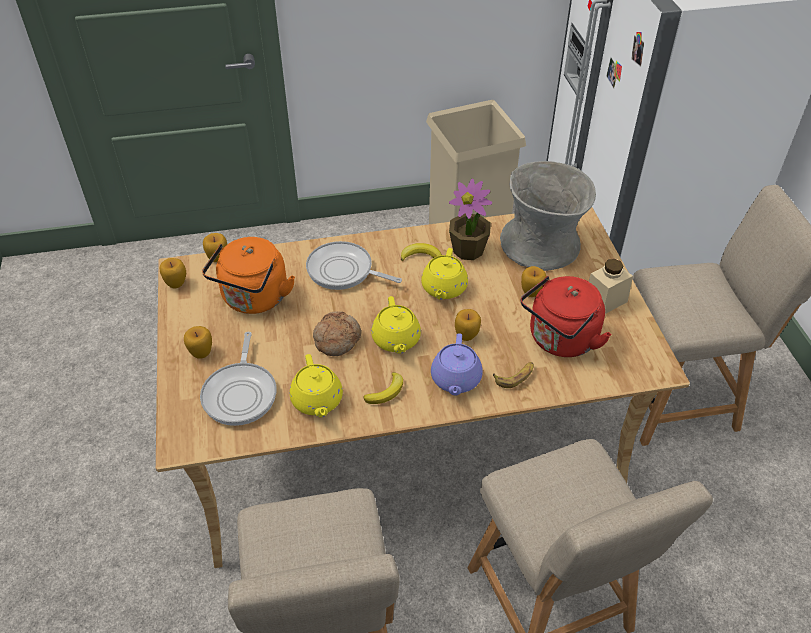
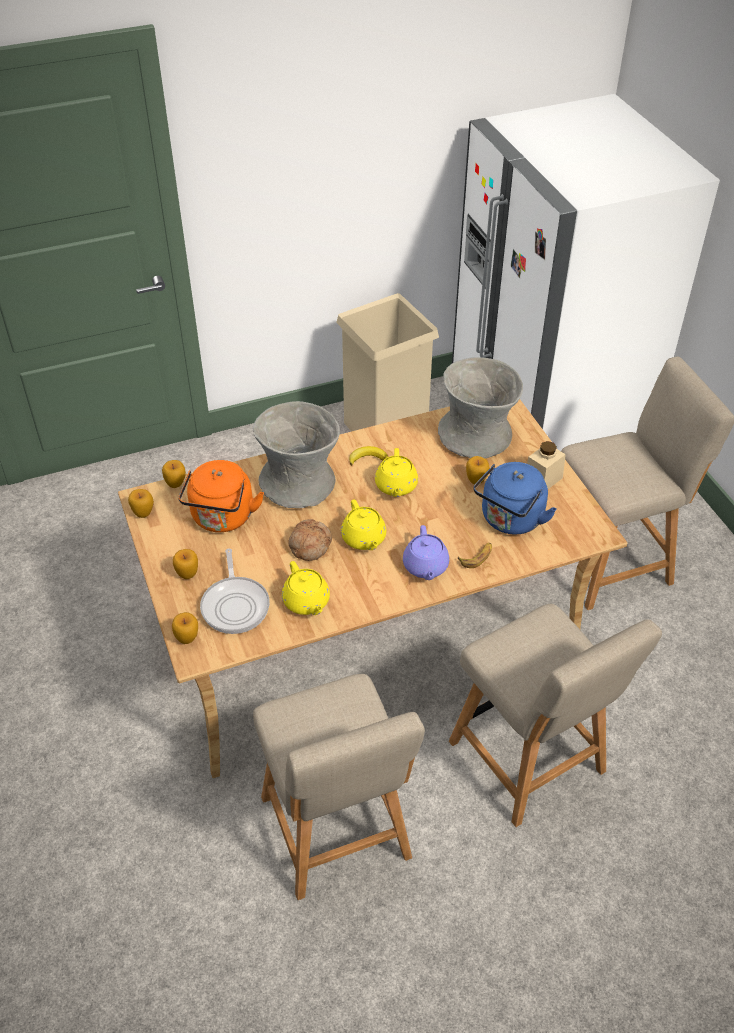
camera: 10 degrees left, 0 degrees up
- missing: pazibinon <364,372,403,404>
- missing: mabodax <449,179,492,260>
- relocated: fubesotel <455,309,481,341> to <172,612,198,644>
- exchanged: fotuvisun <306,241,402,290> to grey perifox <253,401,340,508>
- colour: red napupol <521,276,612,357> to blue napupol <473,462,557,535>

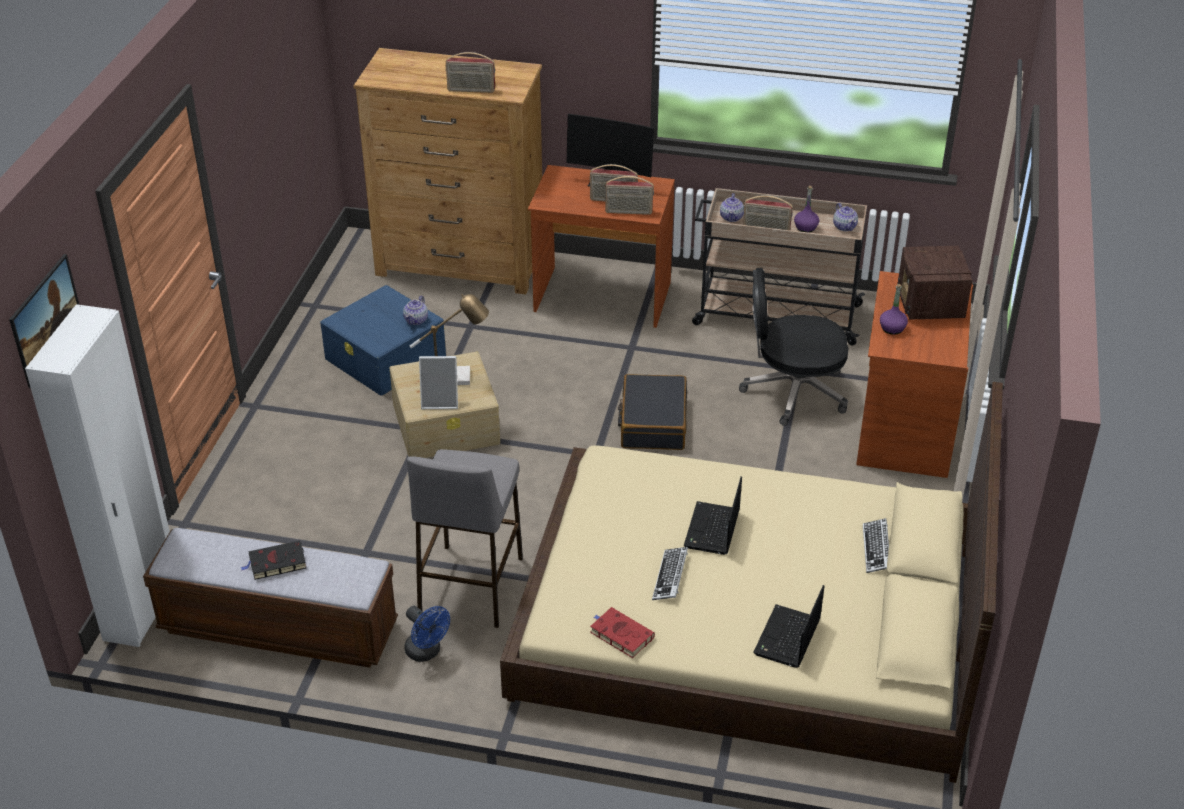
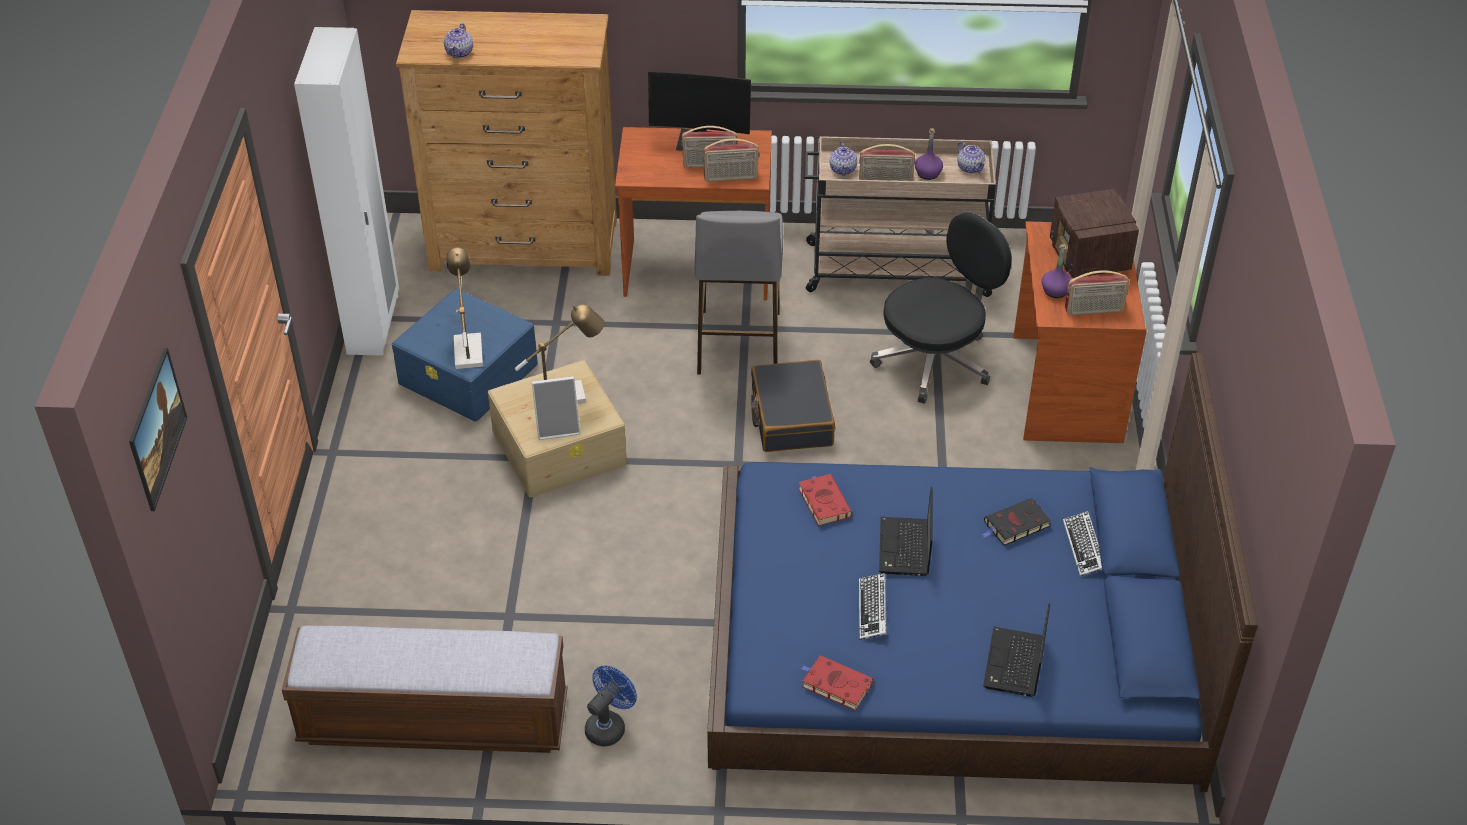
camera: 10 degrees left, 5 degrees up
- appeared: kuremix <446,247,483,369>
- appeared: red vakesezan <798,474,852,526>
- relocated: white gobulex <25,304,170,647> to <294,27,399,356>
- relocated: black vakesezan <241,541,306,580> to <981,498,1051,546>
- relocated: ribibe <403,296,428,325> to <444,23,473,58>
- relocated: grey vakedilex <407,449,523,628> to <694,211,783,374>
- relocated: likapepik <446,52,495,93> to <1065,270,1129,315>
- colour: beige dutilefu <500,382,1003,783> to blue dutilefu <707,353,1258,792>
- spun: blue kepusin <404,606,450,662> = <585,666,637,747> 90 degrees counterclockwise
- spun: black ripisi <739,268,848,426> = <870,212,1012,404> 150 degrees clockwise

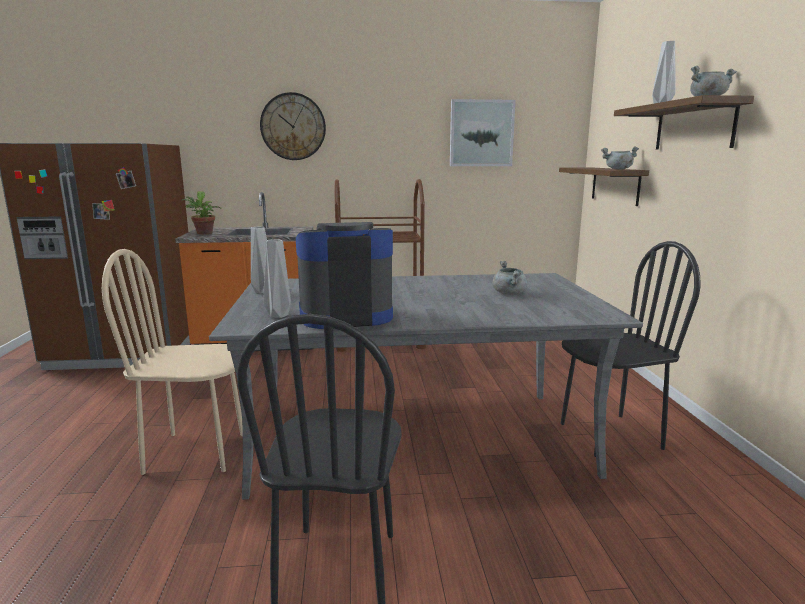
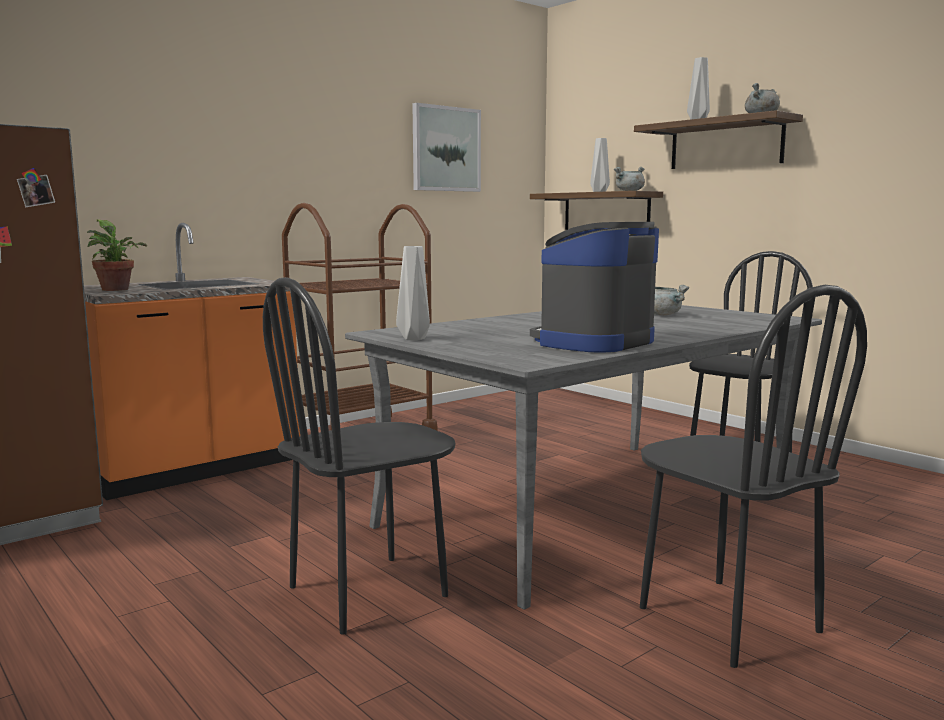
camera: 35 degrees left, 5 degrees down
- missing: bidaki <260,92,326,160>
- relocated: grey perifox <263,239,291,318> to <590,138,610,192>
- colour: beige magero <102,249,243,475> to black magero <263,277,456,635>

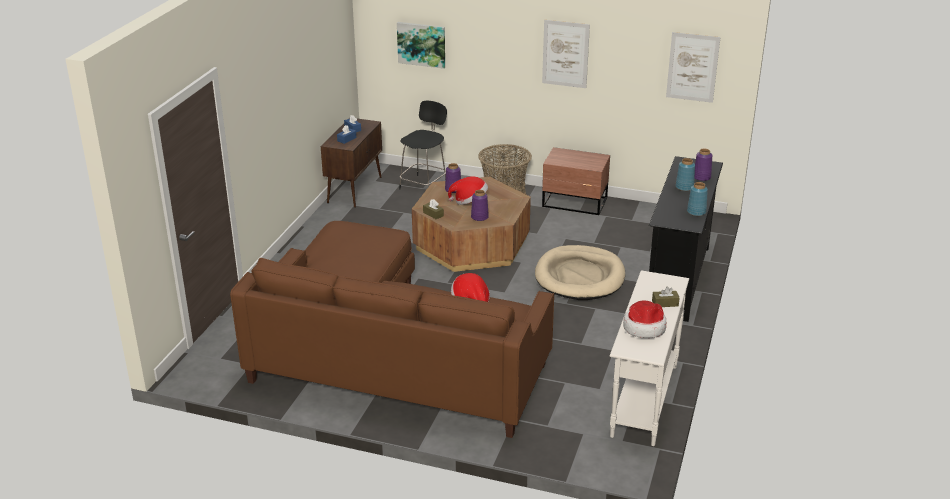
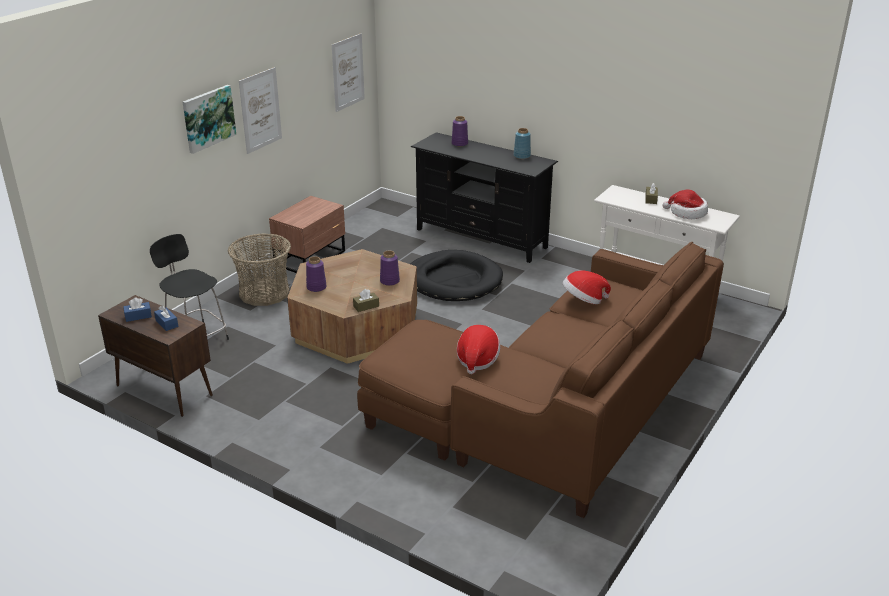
camera: 75 degrees left, 0 degrees up
- missing: blue perifox <675,158,695,191>
- relocated: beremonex <397,22,445,69> to <183,85,236,154>
- relocated: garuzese <448,176,488,205> to <457,325,500,374>
- colour: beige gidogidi <535,245,625,300> to black gidogidi <410,250,503,301>

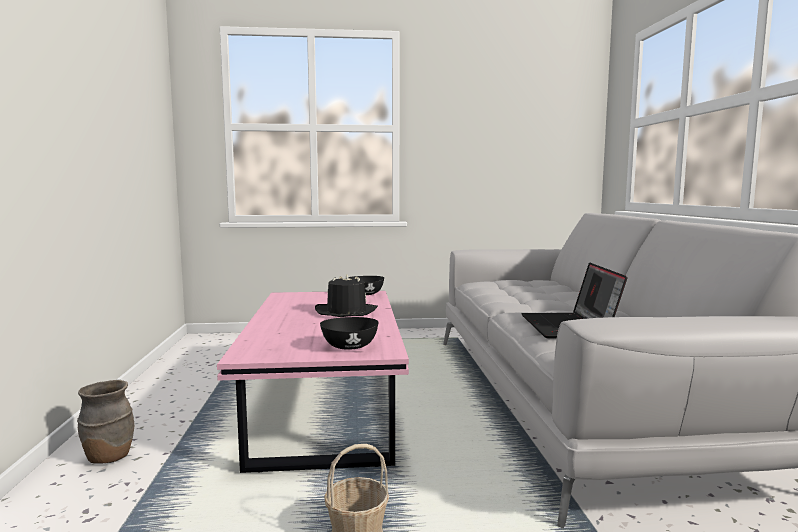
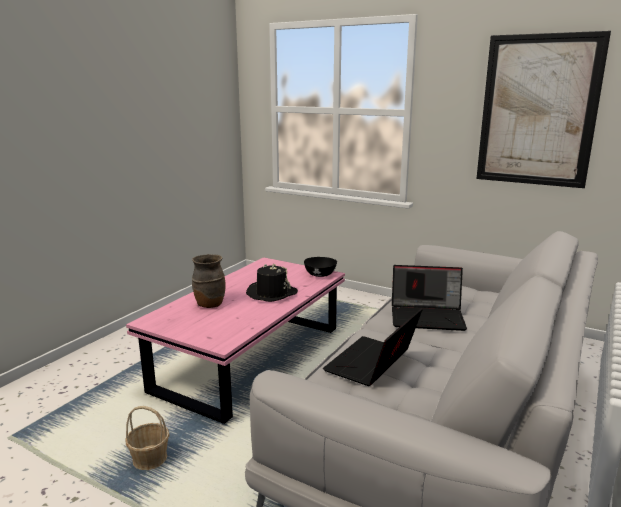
camera: 35 degrees right, 10 degrees up
- missing: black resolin <320,317,379,350>
- appeared: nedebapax <392,265,467,331>
- appeared: beremonex <476,31,611,188>
- relocated: brown perifox <77,380,134,464> to <192,254,226,308>

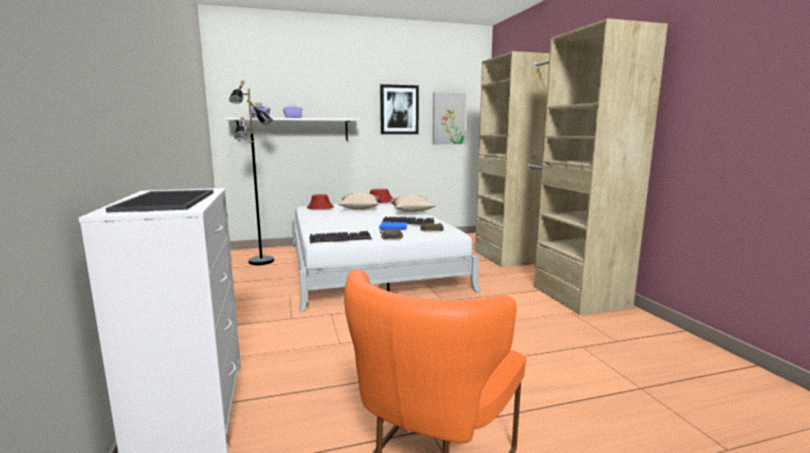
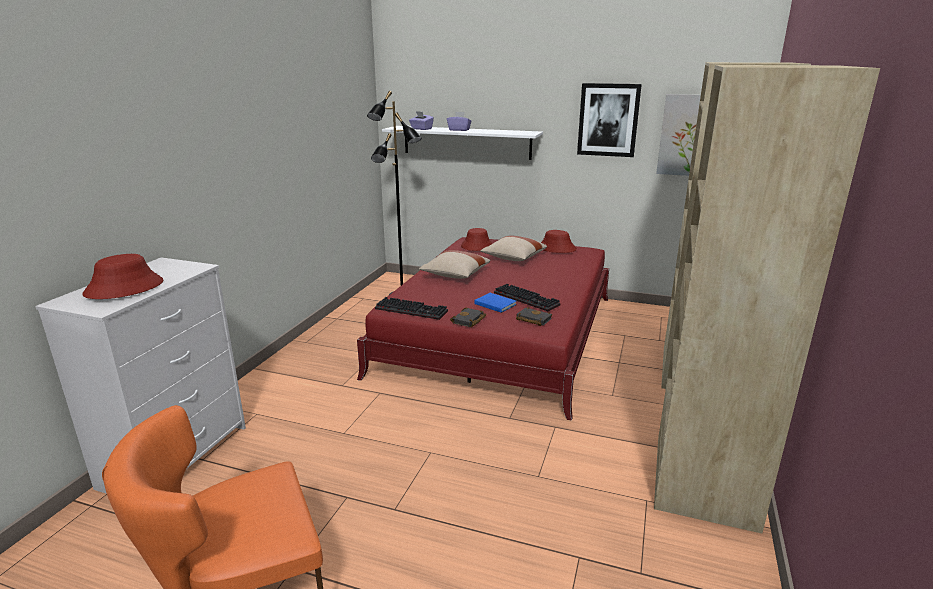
camera: 35 degrees right, 10 degrees up
- relocated: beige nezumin <390,195,435,212> to <419,250,490,279>
- exchanged: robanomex <106,190,213,213> to red garuzese <82,254,163,299>
- colour: white dutilefu <292,202,480,312> to red dutilefu <357,237,609,421>

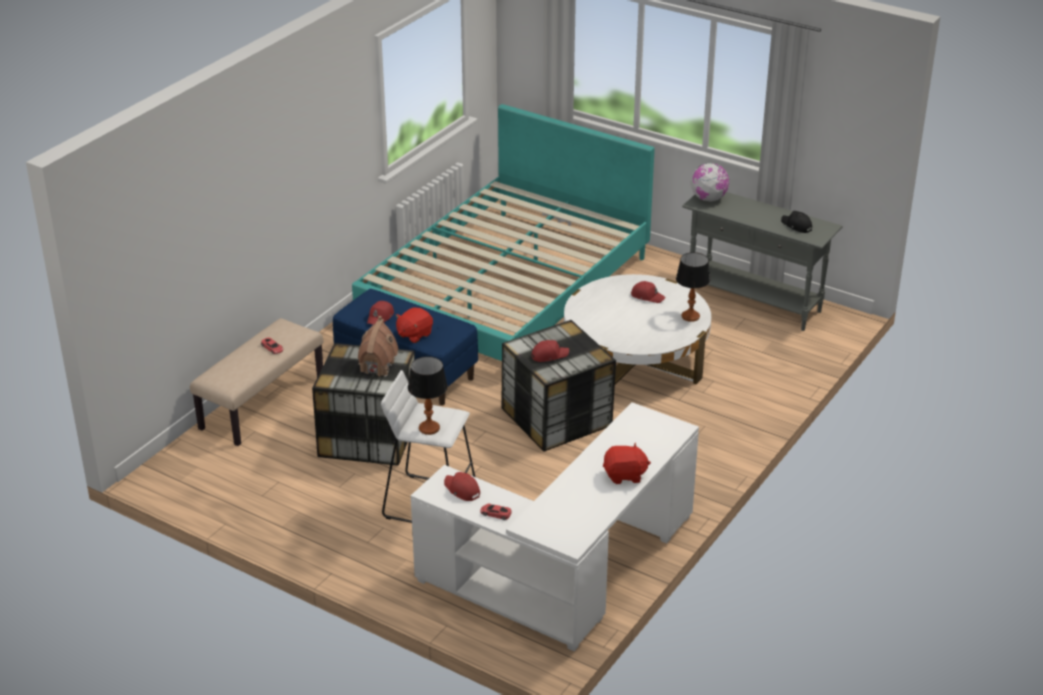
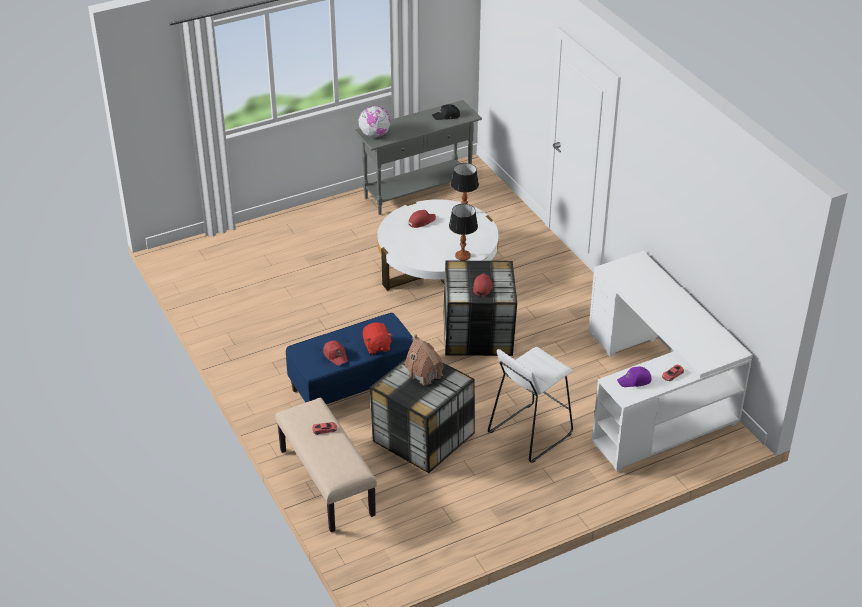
camera: 60 degrees left, 5 degrees up
- missing: turquoise dutilefu <352,104,655,361>
- missing: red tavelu <603,443,651,484>
- relocated: kuremix <408,356,448,435> to <449,204,478,261>
- colour: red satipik <444,472,480,501> to purple satipik <617,366,652,387>

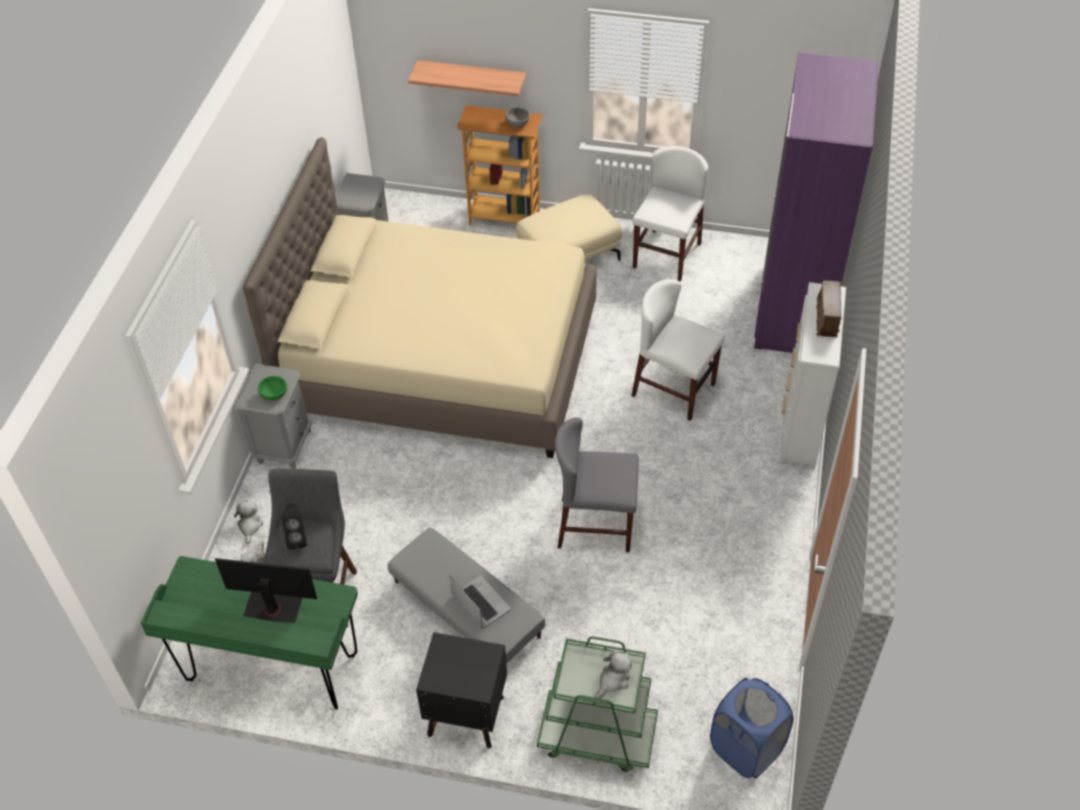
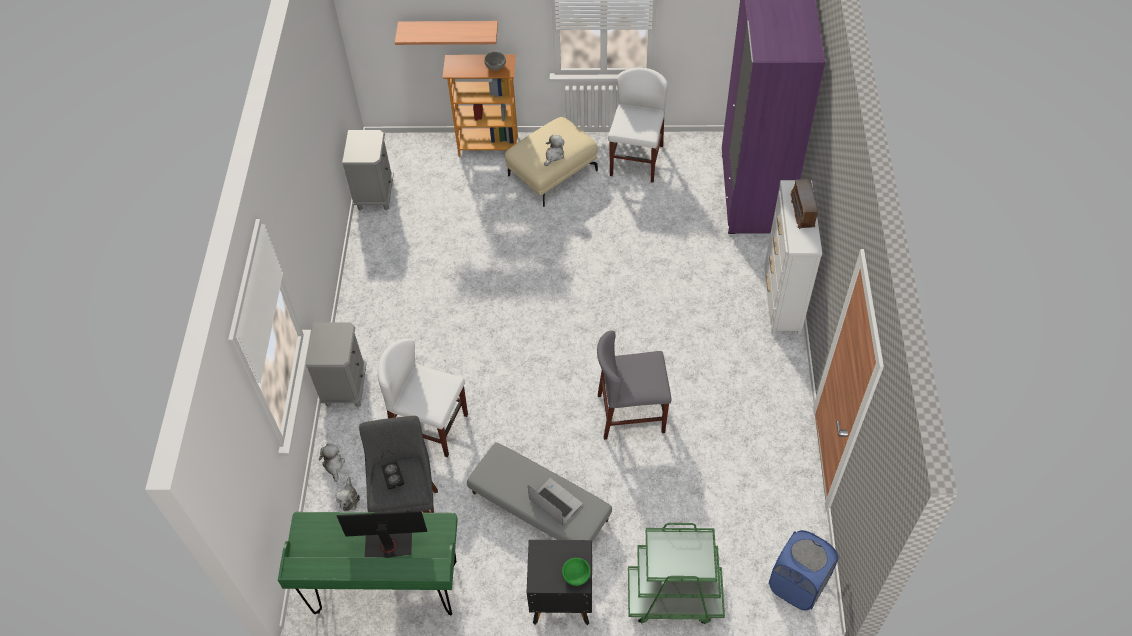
camera: 10 degrees left, 5 degrees up
- missing: beige dutilefu <243,137,597,458>
- relocated: green resolin <258,376,287,401> to <562,558,591,586>
- relocated: tavelu <594,650,632,699> to <544,135,564,166>
- relocated: white magero <631,279,725,421> to <378,338,468,457>

